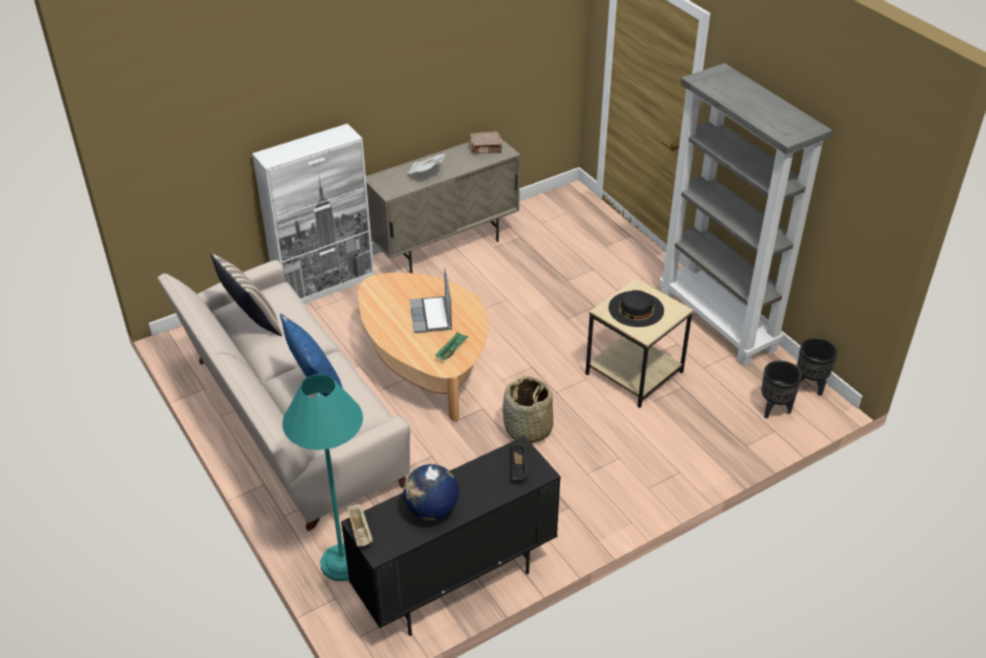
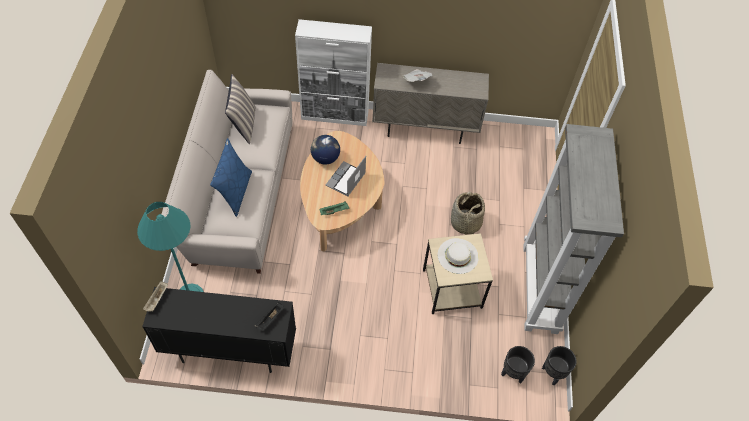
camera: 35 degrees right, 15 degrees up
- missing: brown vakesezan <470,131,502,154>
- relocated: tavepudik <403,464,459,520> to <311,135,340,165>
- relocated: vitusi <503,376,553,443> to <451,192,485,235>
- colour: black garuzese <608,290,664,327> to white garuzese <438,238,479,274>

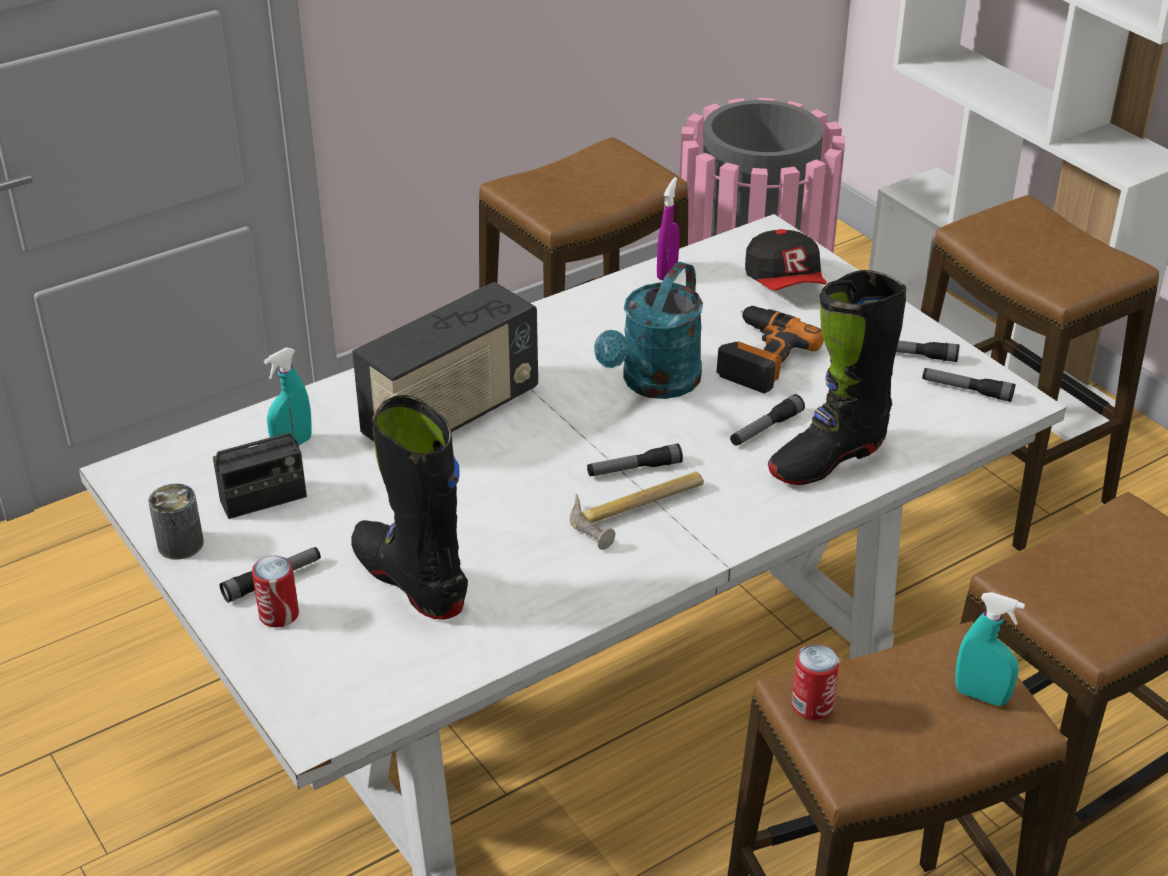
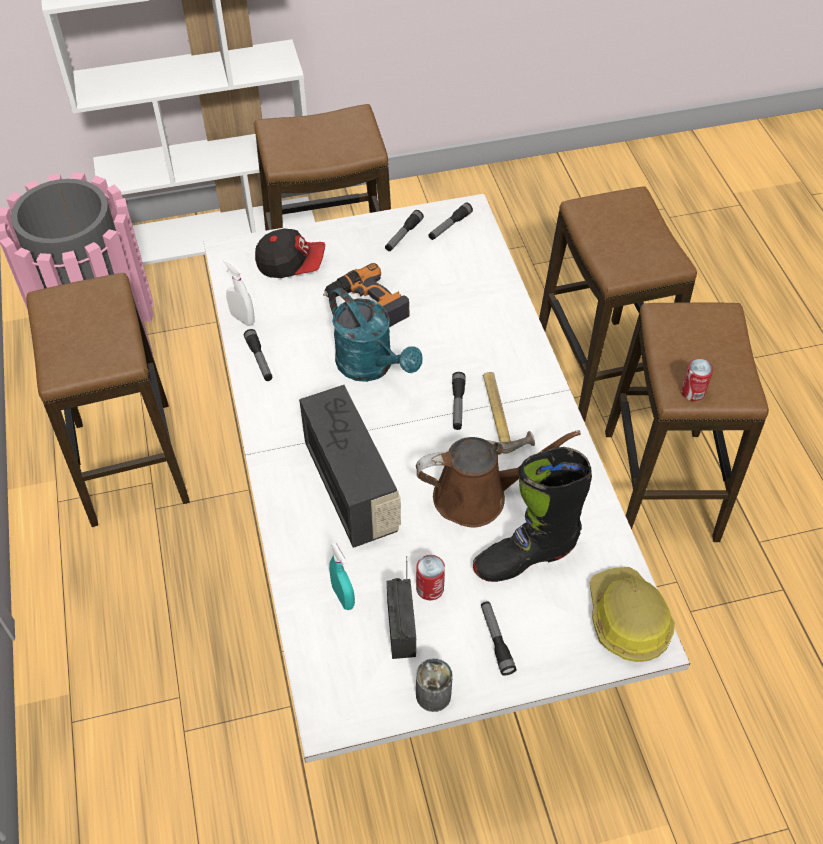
camera: 70 degrees left, 15 degrees up
- missing: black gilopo <768,270,906,485>
- missing: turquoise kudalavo <955,592,1025,706>
- appeared: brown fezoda <416,430,581,527>
- appeared: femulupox <589,567,675,662>
- relocated: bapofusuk <252,556,299,627> to <416,555,445,600>
- relocated: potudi <730,394,805,446> to <244,329,273,381>
- colour: purple kudalavo <657,177,680,280> to white kudalavo <223,259,255,326>

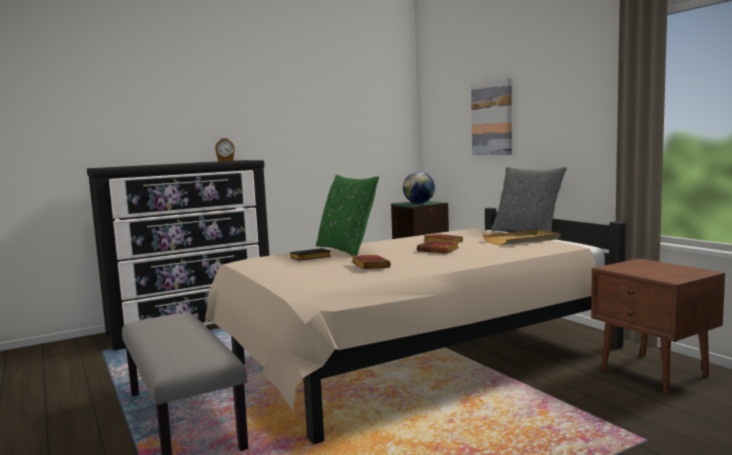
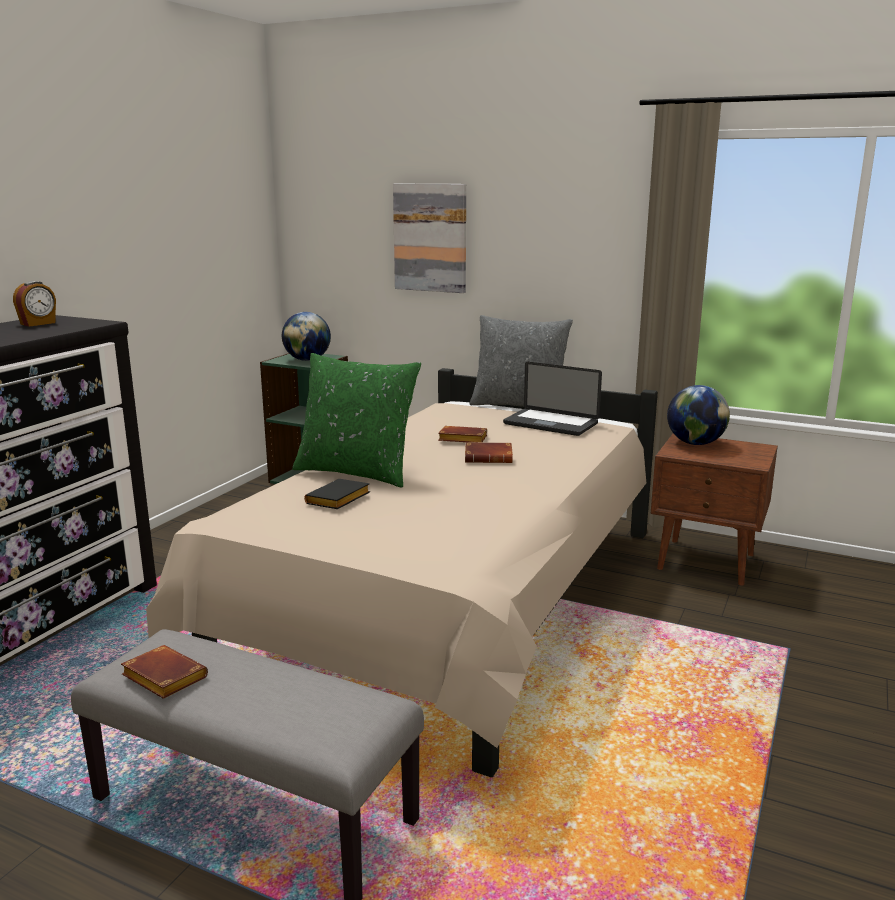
camera: 35 degrees left, 10 degrees up
- appeared: tavepudik <667,385,730,445>
- relocated: brown vakesezan <352,255,391,269> to <121,645,208,699>
- exchanged: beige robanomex <483,230,561,245> to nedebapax <503,362,602,436>

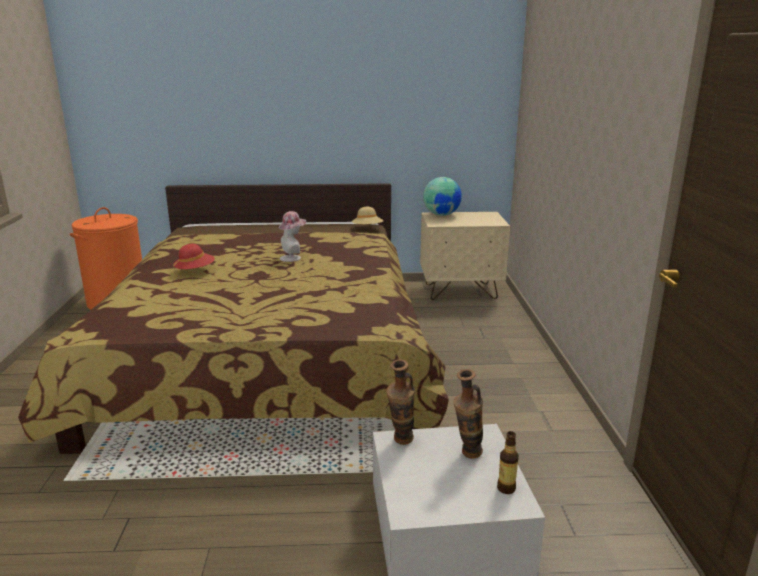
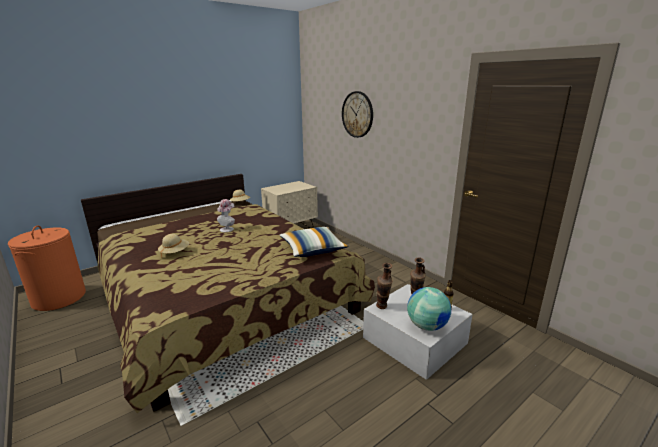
camera: 35 degrees left, 0 degrees up
- appeared: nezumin <280,227,349,257>
- appeared: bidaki <342,91,373,138>
- relocated: tavepudik <423,177,462,216> to <407,287,451,331>
- colour: red garuzese <173,244,215,269> to beige garuzese <158,234,189,258>

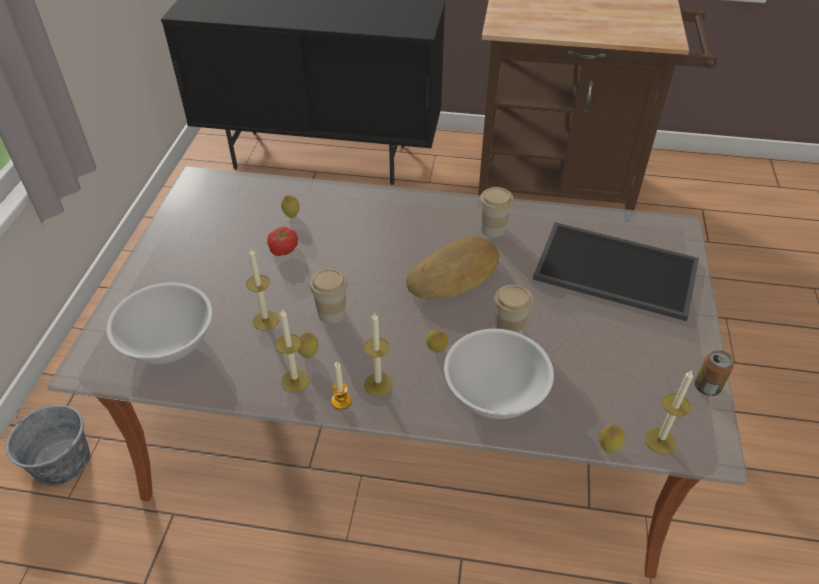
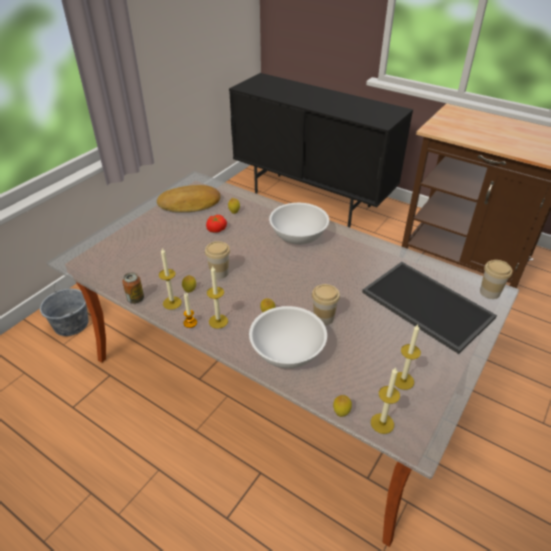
camera: 25 degrees right, 5 degrees down
- relocated: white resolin <107,283,212,364> to <269,203,329,245>
- relocated: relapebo <246,249,279,331> to <395,325,421,390>
- relocated: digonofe <406,237,499,300> to <157,185,220,212>
- relocated: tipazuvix <480,187,514,238> to <480,260,512,299>
- relocated: bapofusuk <695,350,733,396> to <122,273,144,304>

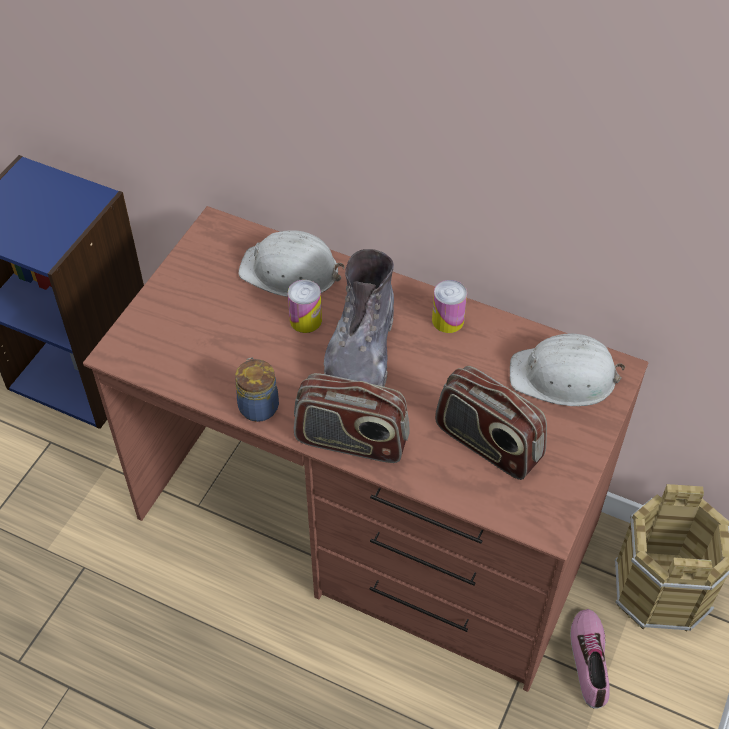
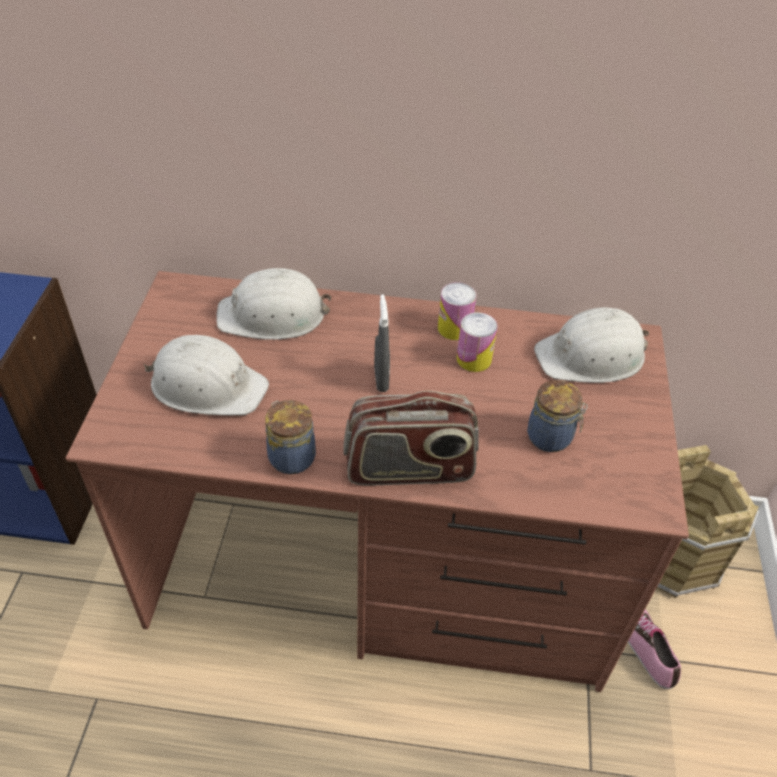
camera: 20 degrees left, 5 degrees down
- appeared: white femulupox <144,335,269,416>
- relocated: bapofusuk <288,280,322,333> to <456,312,498,372>
- exchanged: grey gilopo <323,249,394,386> to grey kudalavo <374,294,390,392>
- exchanged: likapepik <435,366,547,480> to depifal <527,380,588,452>

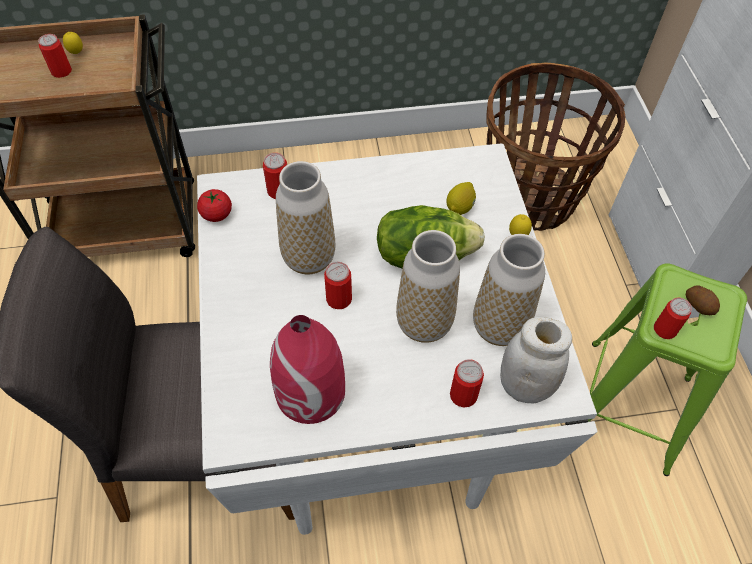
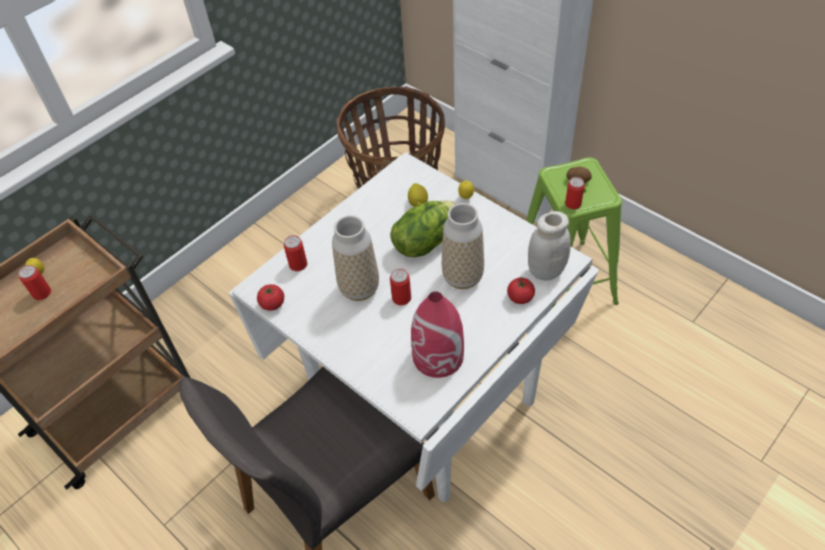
camera: 35 degrees left, 5 degrees down
- missing: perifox <473,234,545,346>
- exchanged: bapofusuk <450,359,484,407> to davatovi <507,277,535,304>

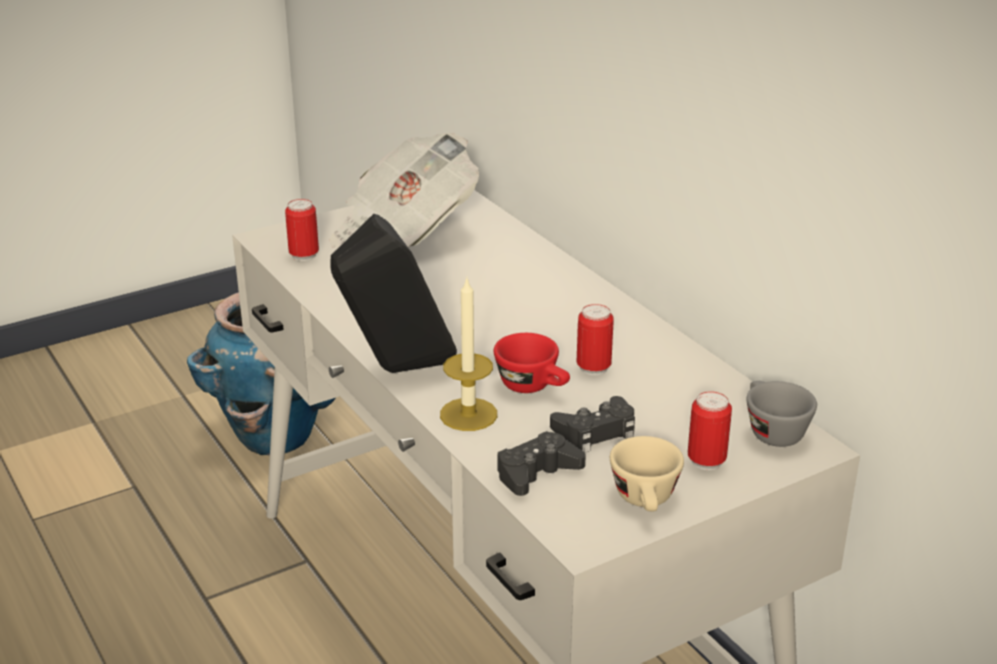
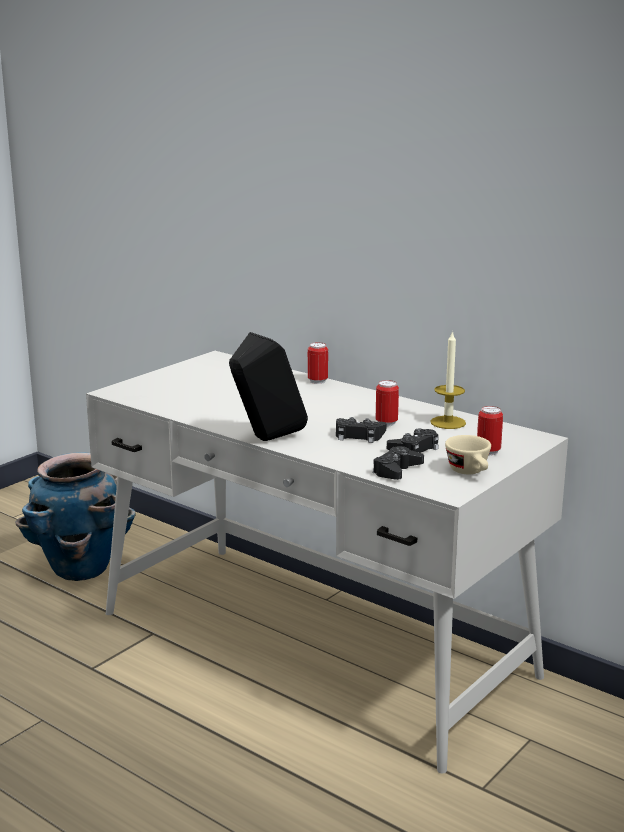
camera: 20 degrees left, 10 degrees down
- missing: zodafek <329,133,479,249>
- missing: grey tipazuvix <747,381,817,447>
- relocated: bapofusuk <285,199,319,261> to <308,342,328,384>
- relocated: relapebo <440,279,497,431> to <431,330,466,429>
- exchanged: red tipazuvix <494,333,570,393> to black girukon <336,417,387,443>

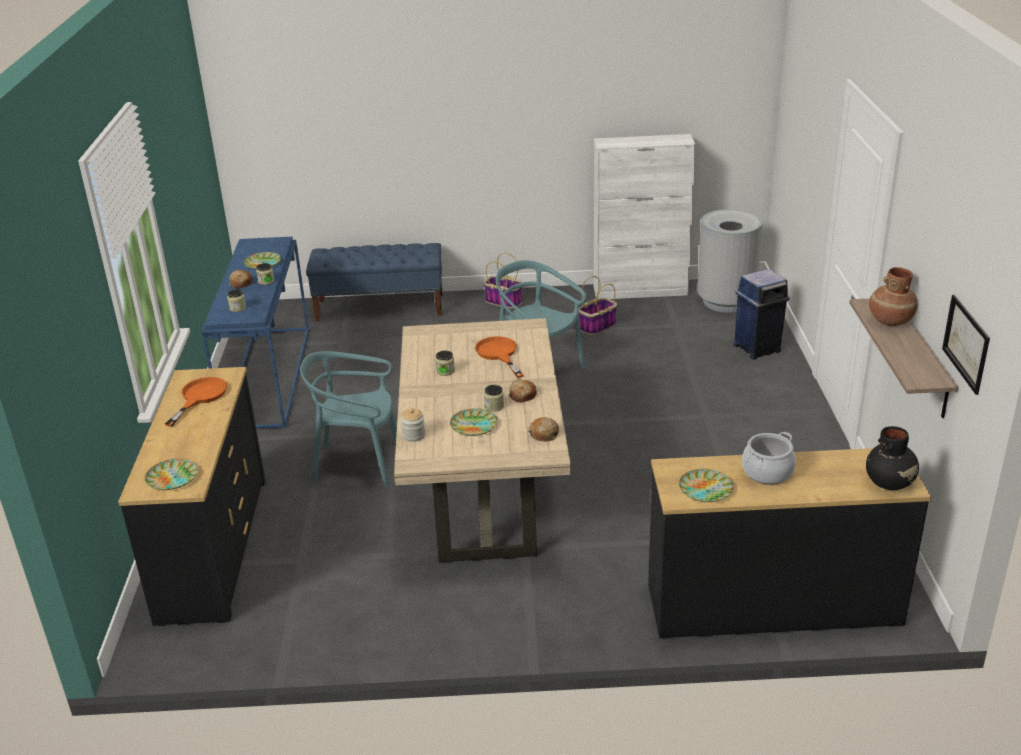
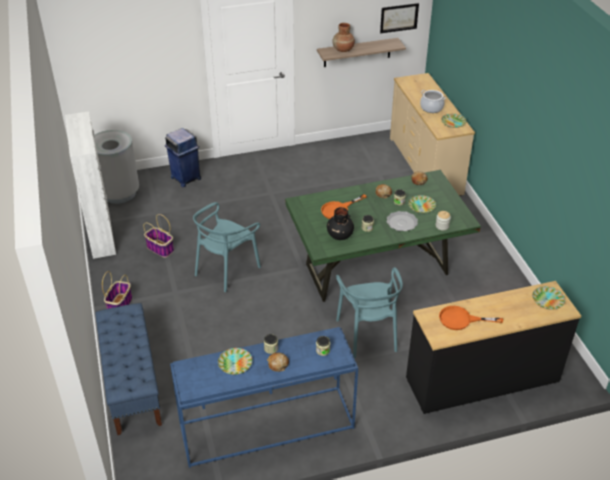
camera: 105 degrees left, 10 degrees up
- appeared: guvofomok <386,211,418,231>
- relocated: black perifox <866,426,919,490> to <327,207,354,240>
- colour: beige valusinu <394,318,571,563> to green valusinu <285,170,481,302>
- colour: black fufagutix <648,448,931,638> to beige fufagutix <390,73,475,196>

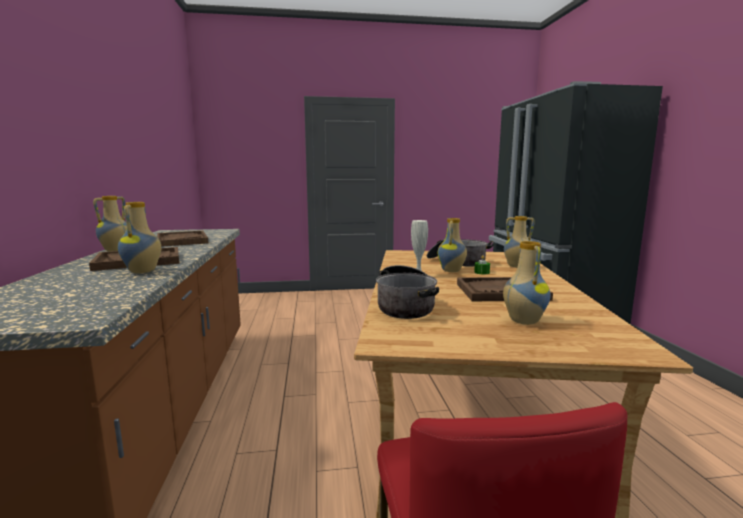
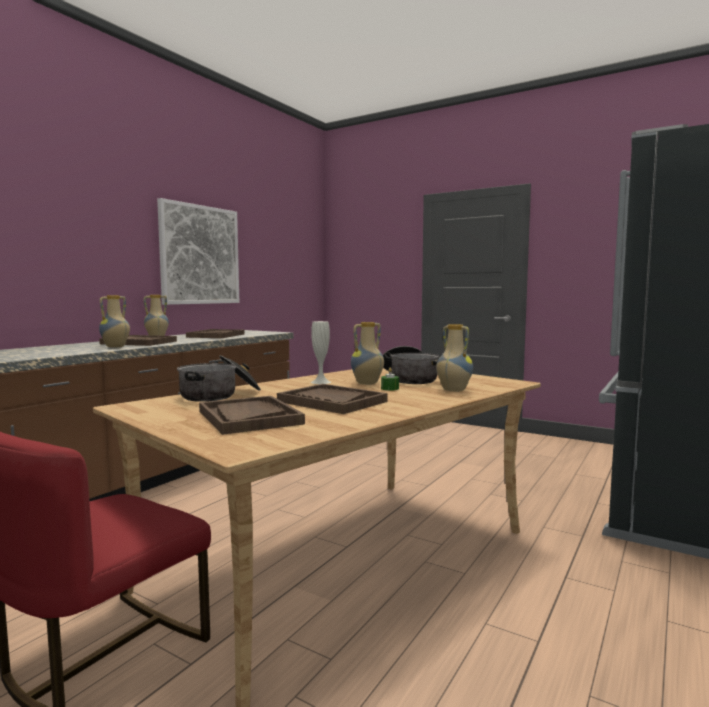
camera: 40 degrees right, 5 degrees down
- appeared: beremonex <157,198,239,305>
- exchanged: perifox <503,241,551,325> to brown robanomex <199,396,305,435>

